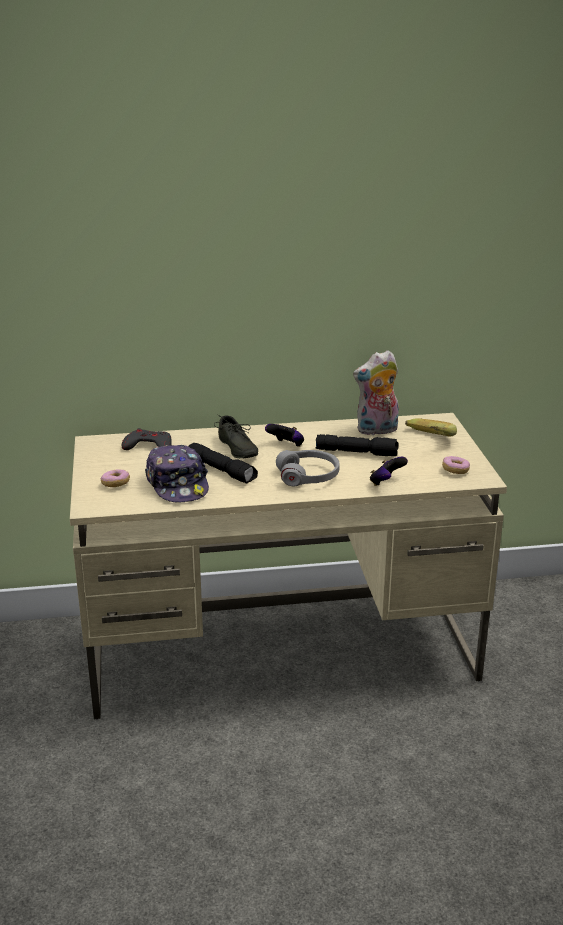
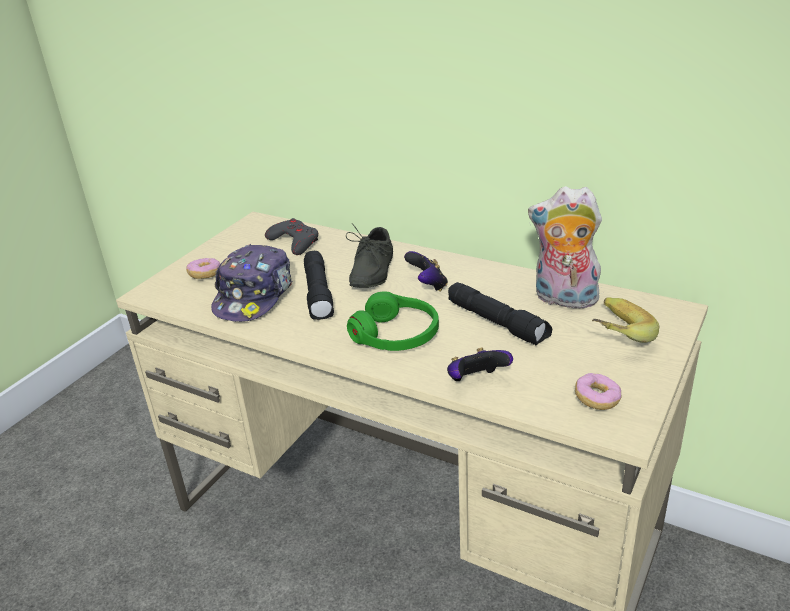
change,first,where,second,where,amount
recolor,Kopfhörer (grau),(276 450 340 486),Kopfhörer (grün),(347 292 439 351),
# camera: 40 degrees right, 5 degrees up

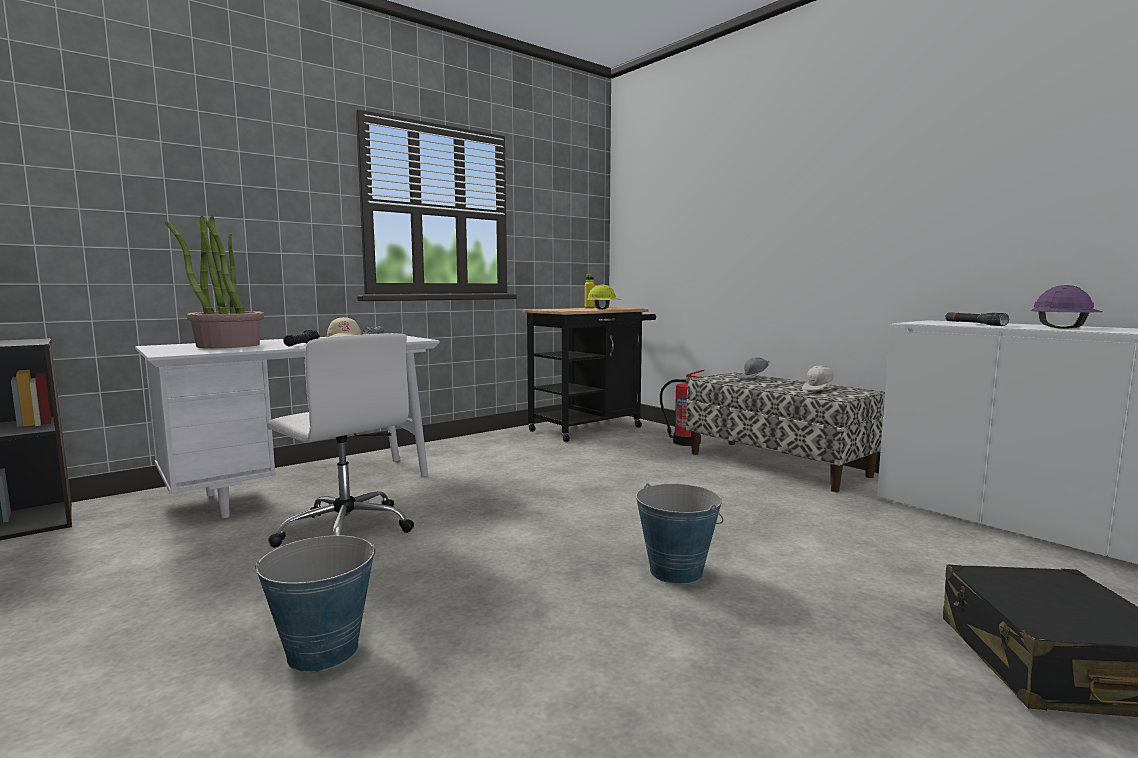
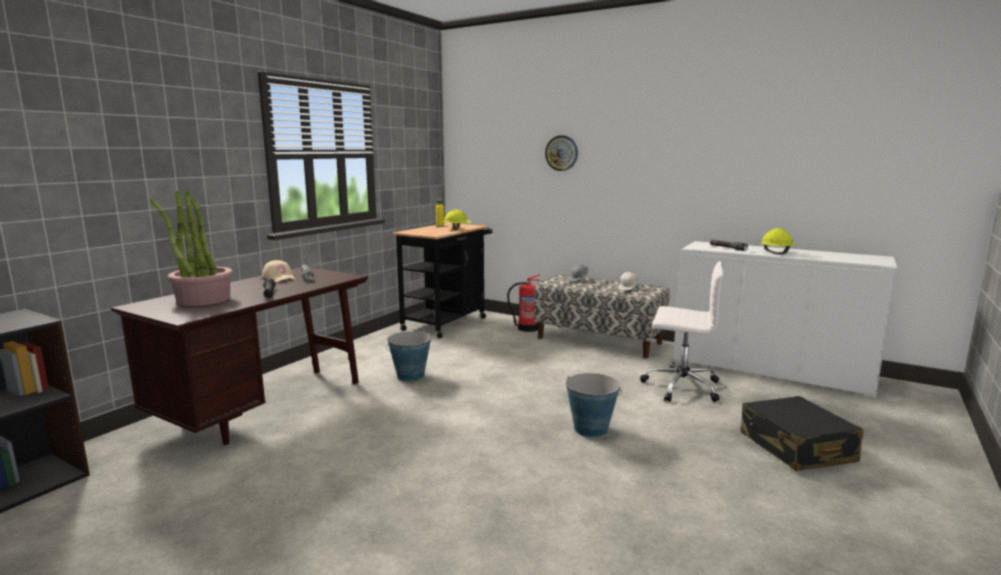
change,first,where,second,where,amount
recolor,Schreibtisch (weiß),(135 336 440 518),Schreibtisch (braun),(111 267 368 445),
move,Eimer,(255 535 375 672),,(386 331 431 382),
move,Bürostuhl (weiß),(267 333 414 548),,(640 261 723 402),
recolor,Schutzhelm (lila),(1031 285 1102 329),Schutzhelm (gelb),(761 228 796 254),
insert,,,Wanduhr,(545 135 578 171),
# camera: 20 degrees left, 5 degrees up

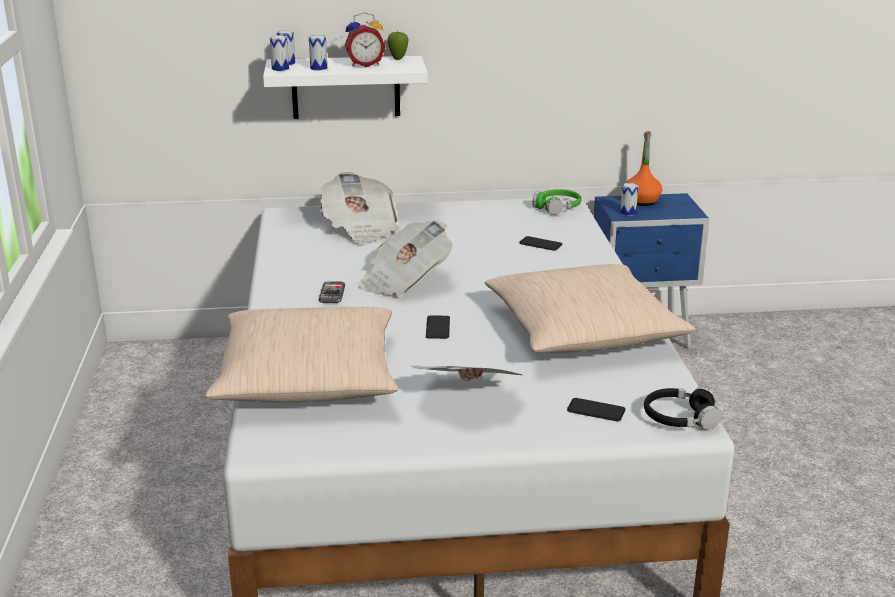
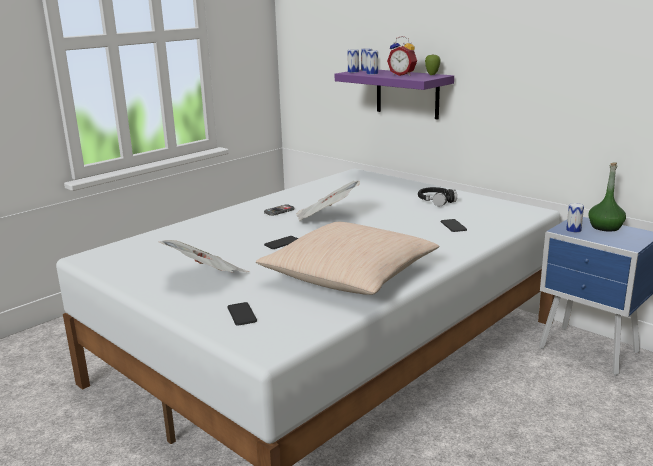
change,first,where,second,where,amount
delete,Kissen (beige),(205 307 398 402),,,
recolor,Wandregal (weiß),(263 56 428 119),Wandregal (lila),(335 70 454 119),
delete,Zeitung,(321 172 399 245),,,
delete,Kopfhörer (grün),(533 189 582 215),,,
recolor,Flasche (orange),(626 131 662 206),Flasche (grün),(589 163 626 231),
move,Kopfhörer (schwarz),(644 387 722 430),,(418 187 457 206),
# camera: 50 degrees right, 5 degrees down

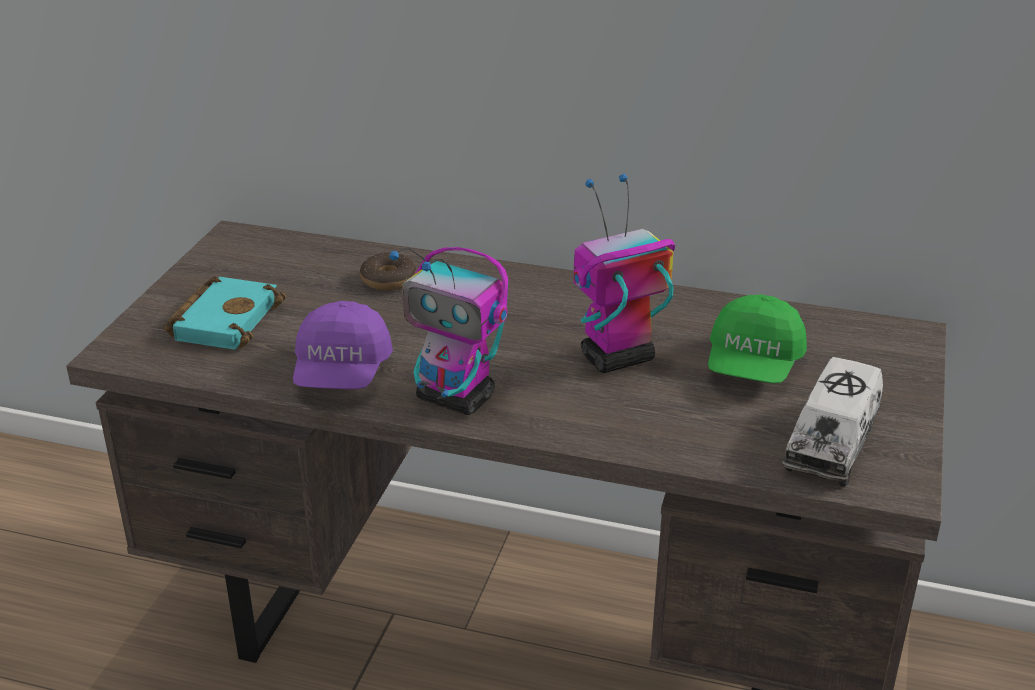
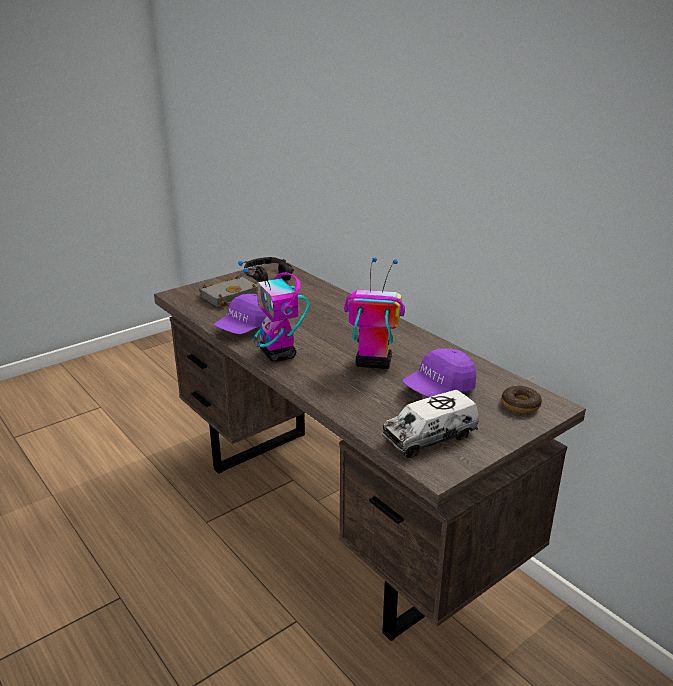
change,first,where,second,where,amount
recolor,Buch (türkis),(164 277 286 350),Buch (grau),(199 276 257 307),
move,Donut,(360 252 416 290),,(501 386 542 414),
recolor,Kappe (grün),(708 294 807 383),Kappe (lila),(402 348 476 397),
insert,,,Kopfhörer,(244 257 294 282),
# camera: 35 degrees right, 5 degrees down

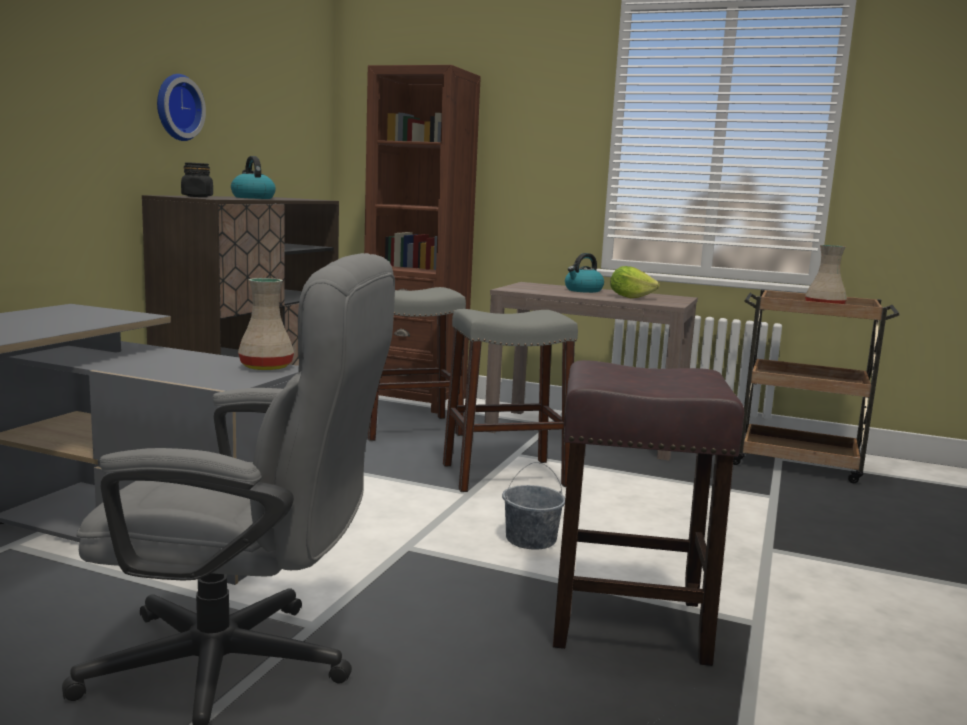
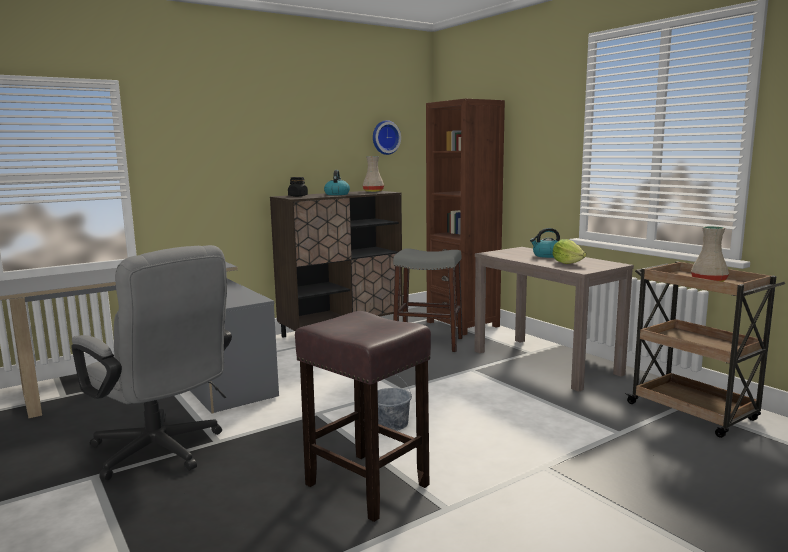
change,first,where,second,where,amount
move,Wanduhr,(157 74 206 141),,(373 120 401 155),
move,Vase (beige),(238 278 294 370),,(363 156 384 192),
delete,Hocker (grau),(443 309 578 492),,,
# camera: 35 degrees right, 0 degrees up

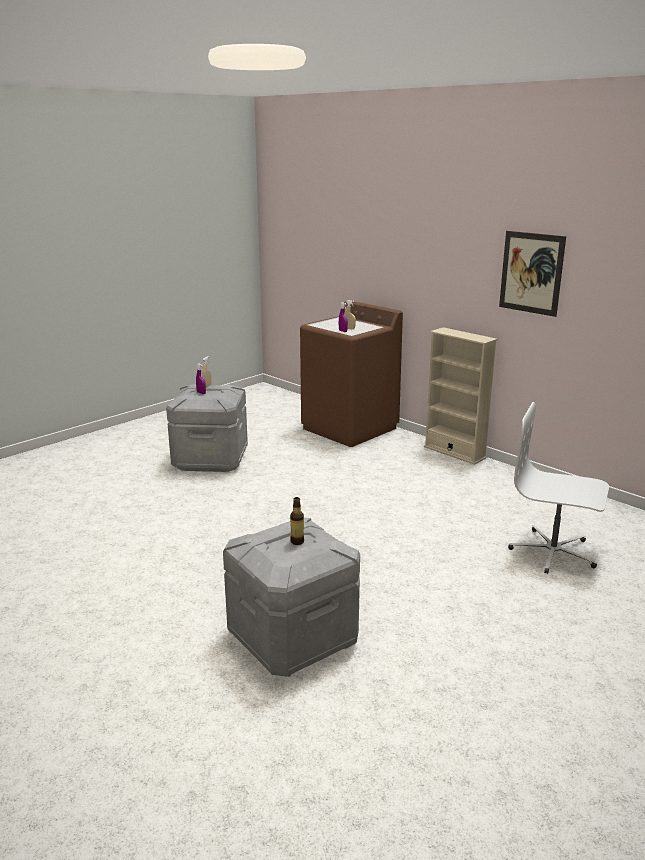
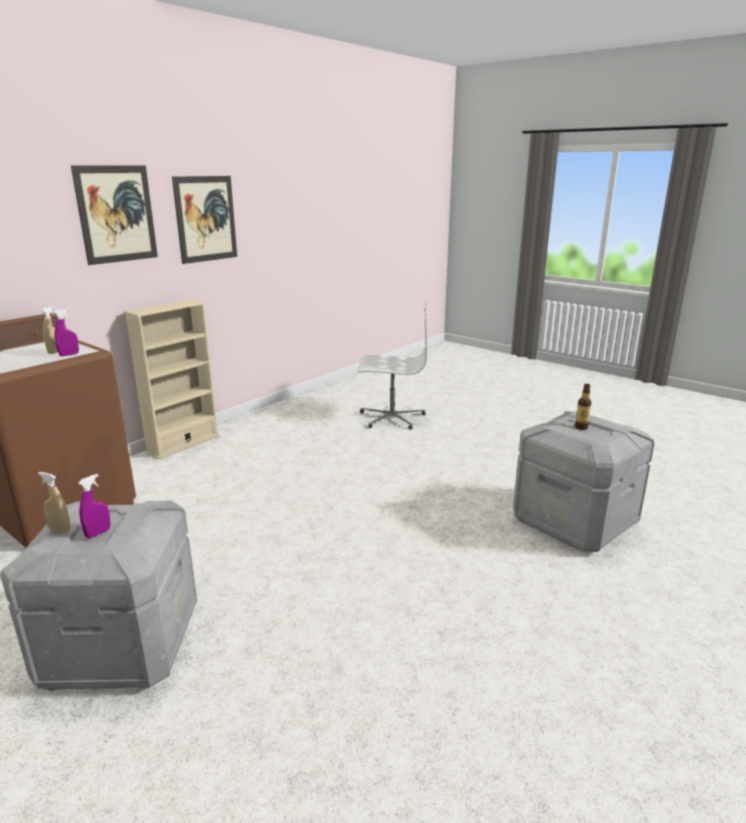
change,first,where,second,where,amount
rotate,Bürostuhl (weiß),(508 402 609 574),,(357 300 428 430),105 degrees counterclockwise
insert,,,Bild,(71 166 158 265),
# camera: 95 degrees left, 0 degrees up

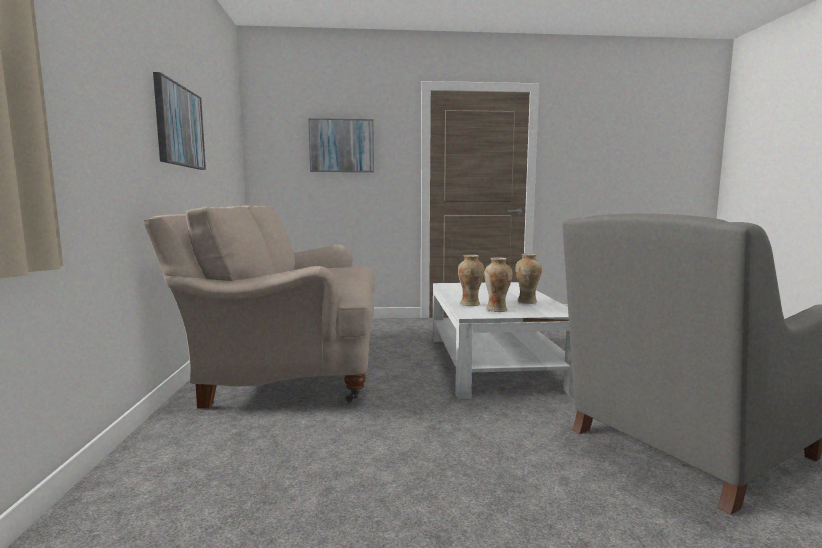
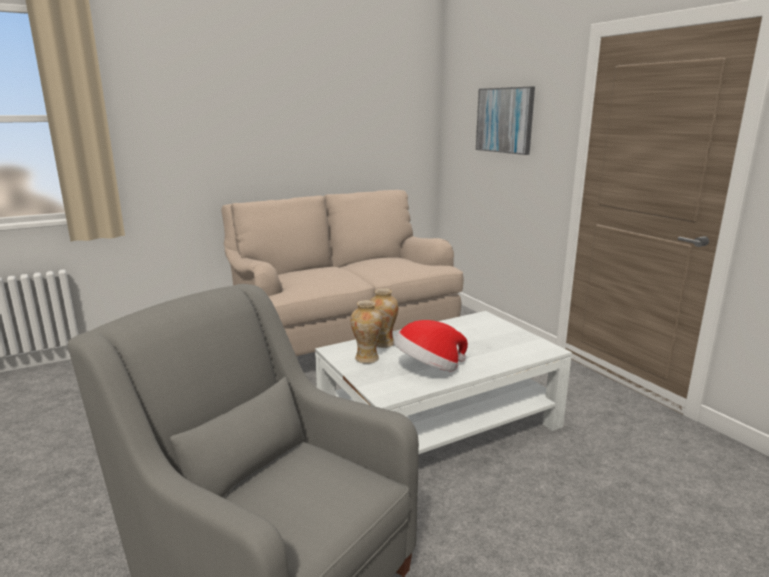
change,first,where,second,where,amount
delete,Bild,(153 72 206 170),,,
replace,Vase,(515 254 542 304),Hut,(393 320 468 372),
# camera: 65 degrees right, 10 degrees up

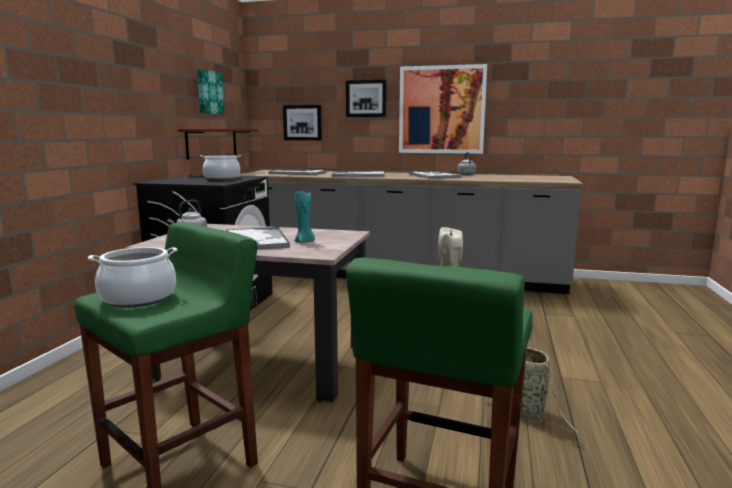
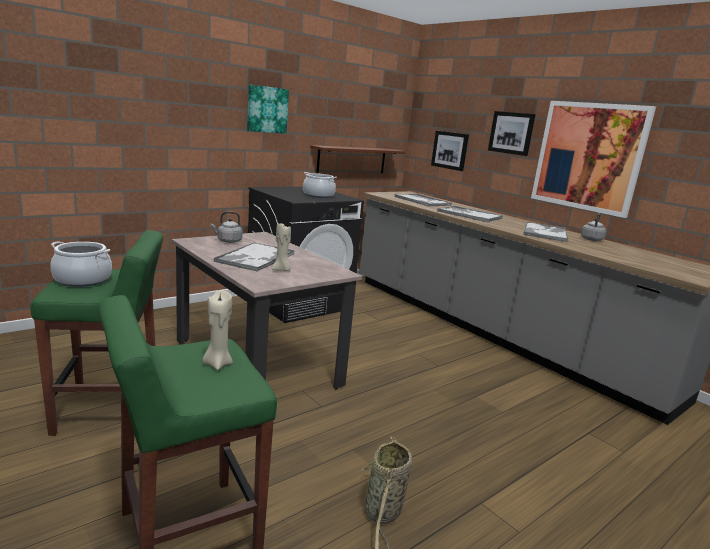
change,first,where,second,where,amount
move,Bild,(197 69 225 114),,(247 85 289 134),
recolor,Kerze (türkis),(295 191 315 243),Kerze (beige),(272 224 291 271),
# camera: 35 degrees right, 5 degrees up

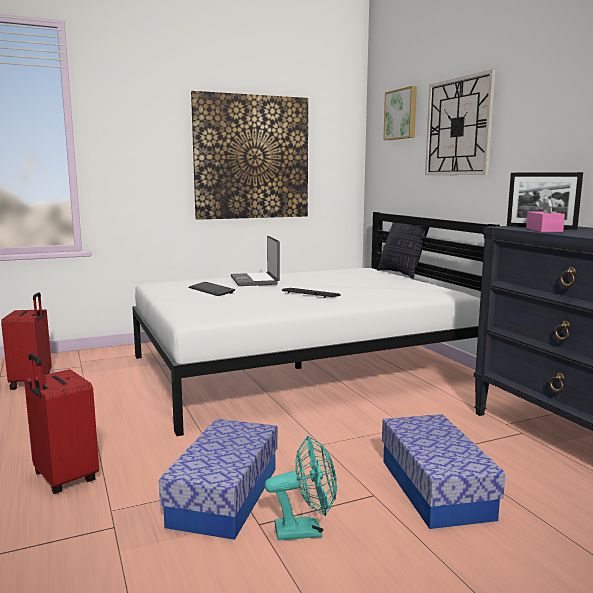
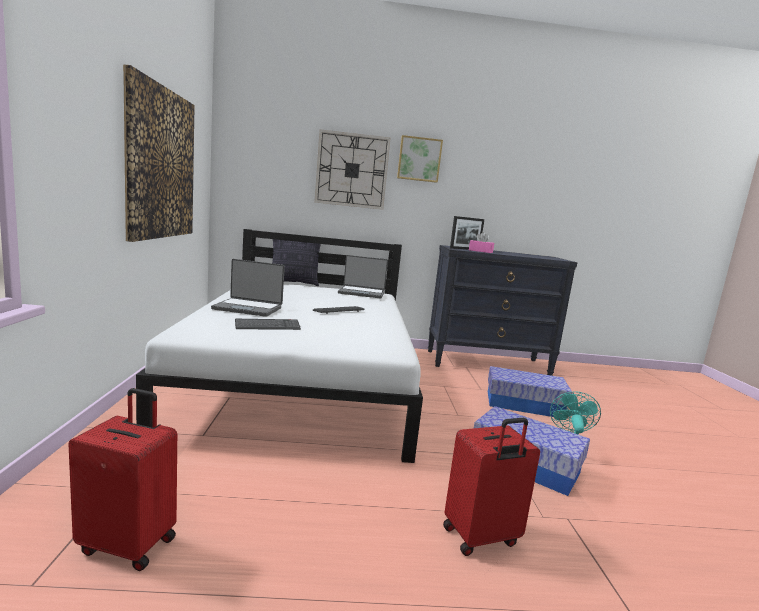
change,first,where,second,where,amount
move,Bild,(383 86 417 140),,(397 135 443 183),
insert,,,Laptop,(338 255 388 299),
# camera: 70 degrees left, 0 degrees up

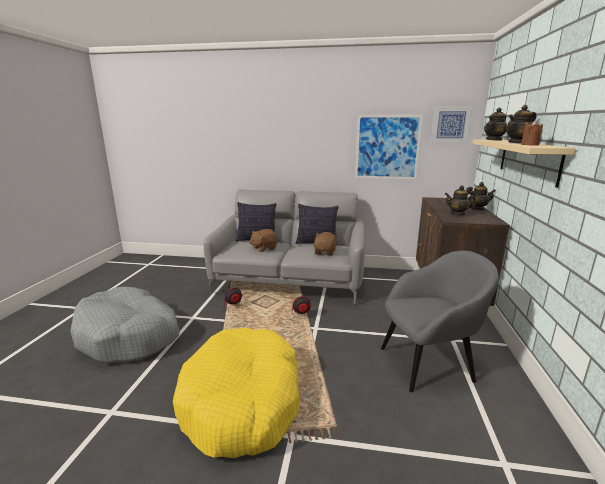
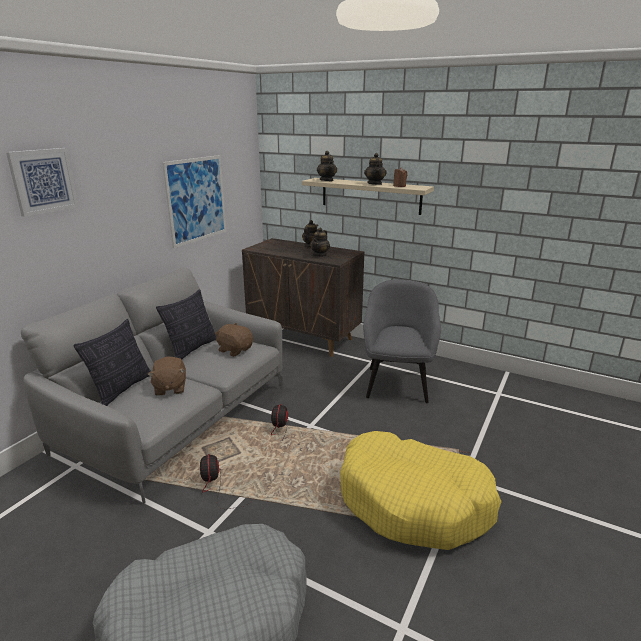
change,first,where,second,where,amount
move,Bild,(431 106 472 143),,(6 148 78 217),
# camera: 70 degrees left, 5 degrees up

